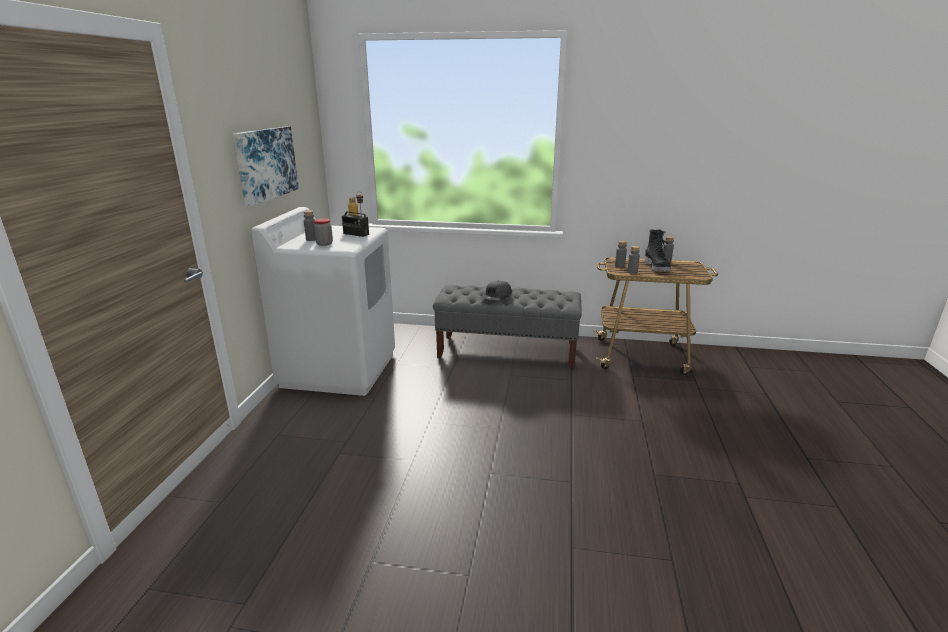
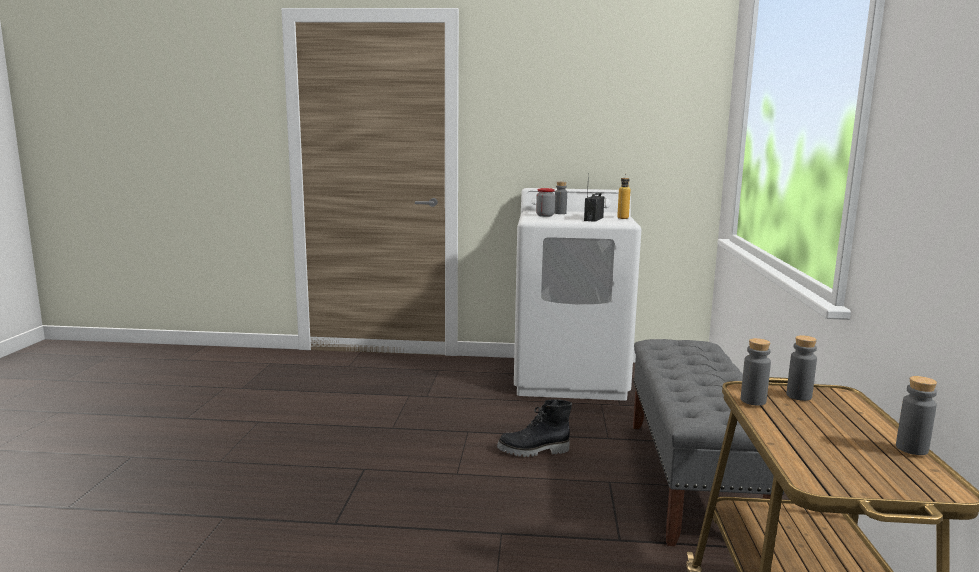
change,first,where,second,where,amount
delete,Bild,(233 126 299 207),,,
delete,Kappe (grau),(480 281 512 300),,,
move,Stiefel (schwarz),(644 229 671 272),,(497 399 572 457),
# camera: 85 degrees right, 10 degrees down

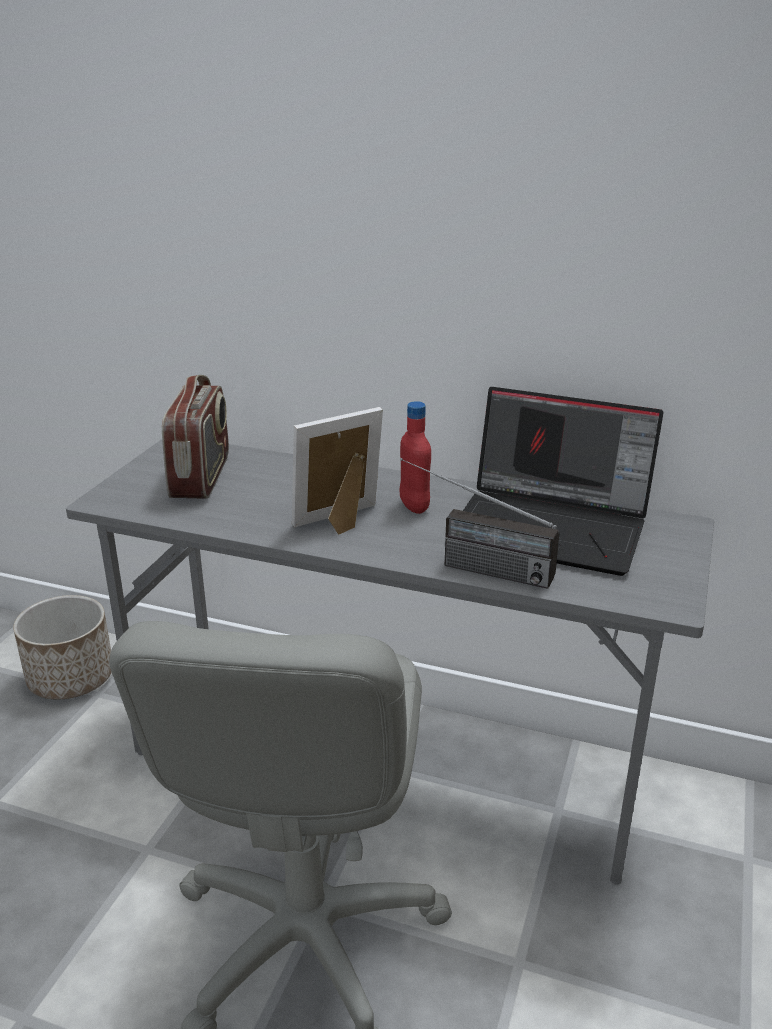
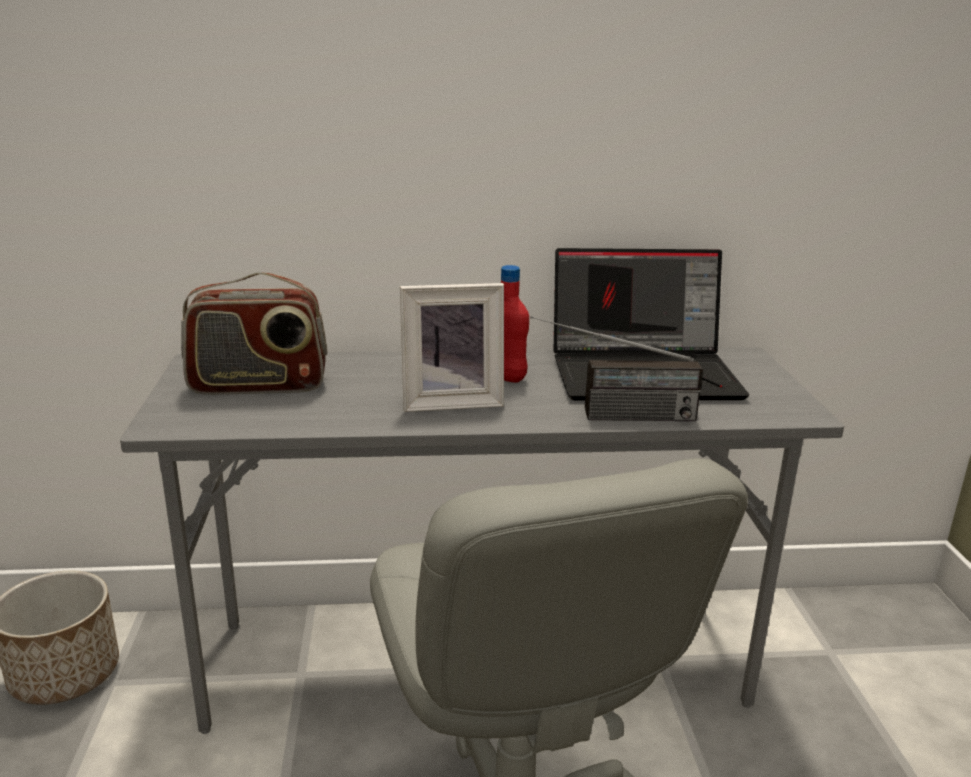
change,first,where,second,where,amount
rotate,Radio,(162 375 229 499),,(181 273 327 395),105 degrees clockwise
rotate,Bilderrahmen,(292 407 383 535),,(400 283 504 412),135 degrees counterclockwise
# camera: 25 degrees left, 5 degrees down

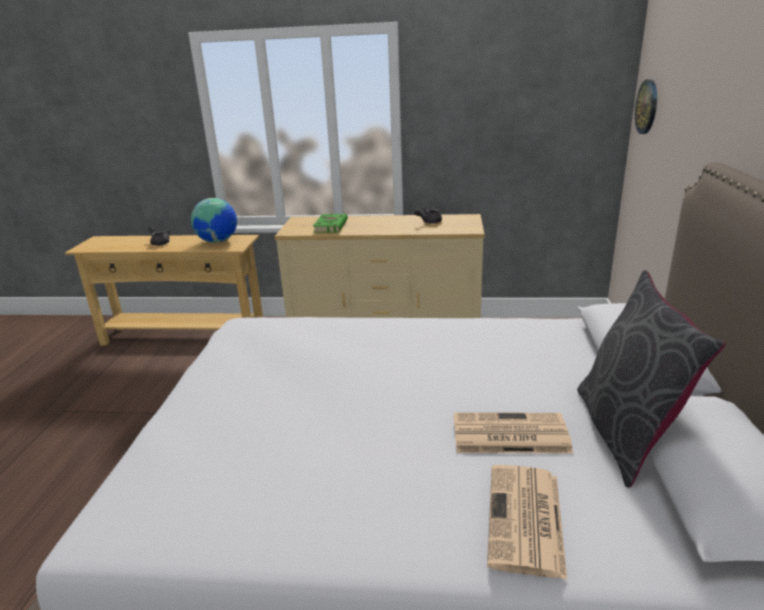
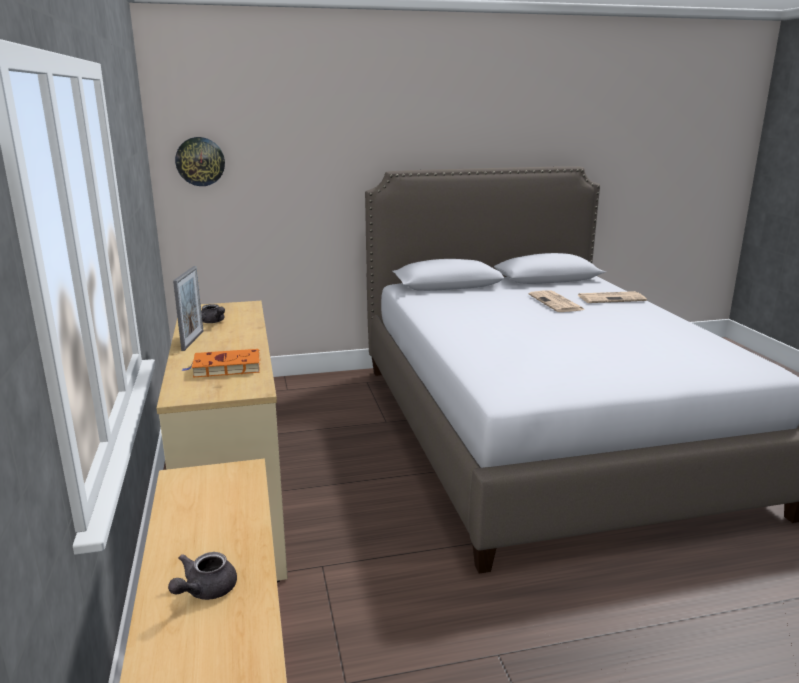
change,first,where,second,where,amount
delete,Globus,(191 198 237 243),,,
recolor,Buch (grün),(313 214 348 233),Buch (orange),(182 349 260 377),
delete,Kissen (grau),(577 270 725 488),,,
insert,,,Bilderrahmen,(173 266 203 351),
# camera: 110 degrees left, 5 degrees down

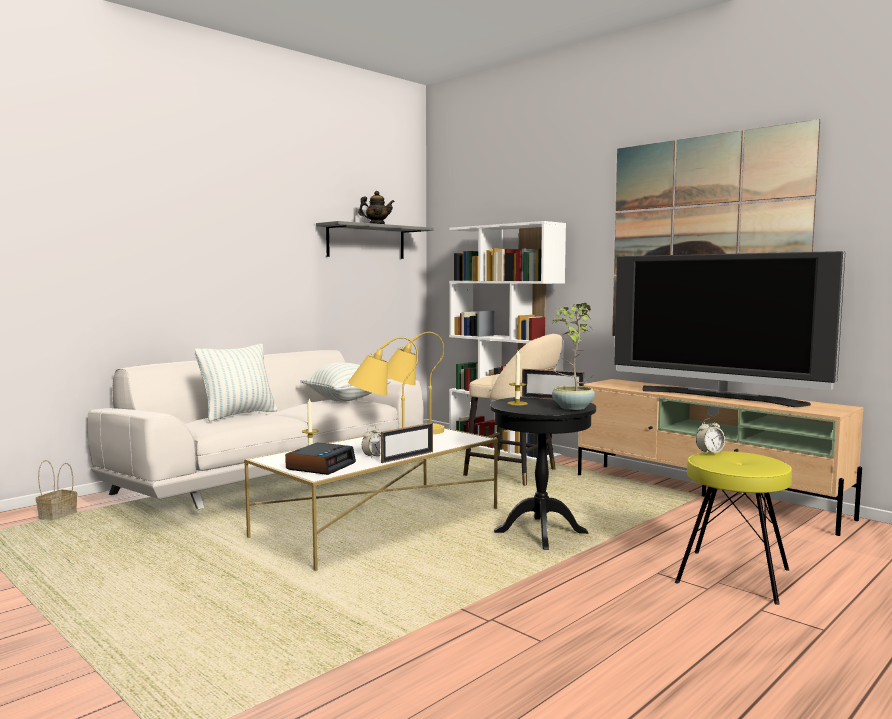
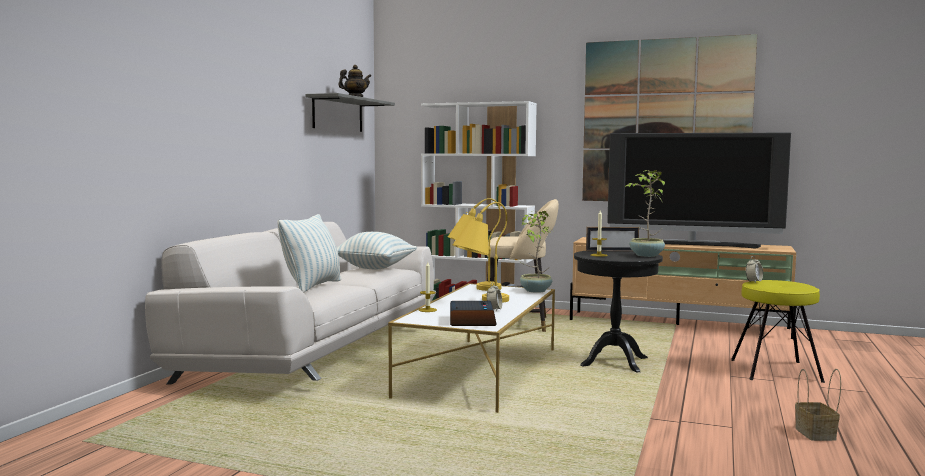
change,first,where,second,where,amount
move,Korb,(36 460 77 520),,(795 369 841 441),
delete,Bilderrahmen,(381 423 433 463),,,
insert,,,Topfpflanze,(519 211 552 293),
# camera: 25 degrees left, 0 degrees up

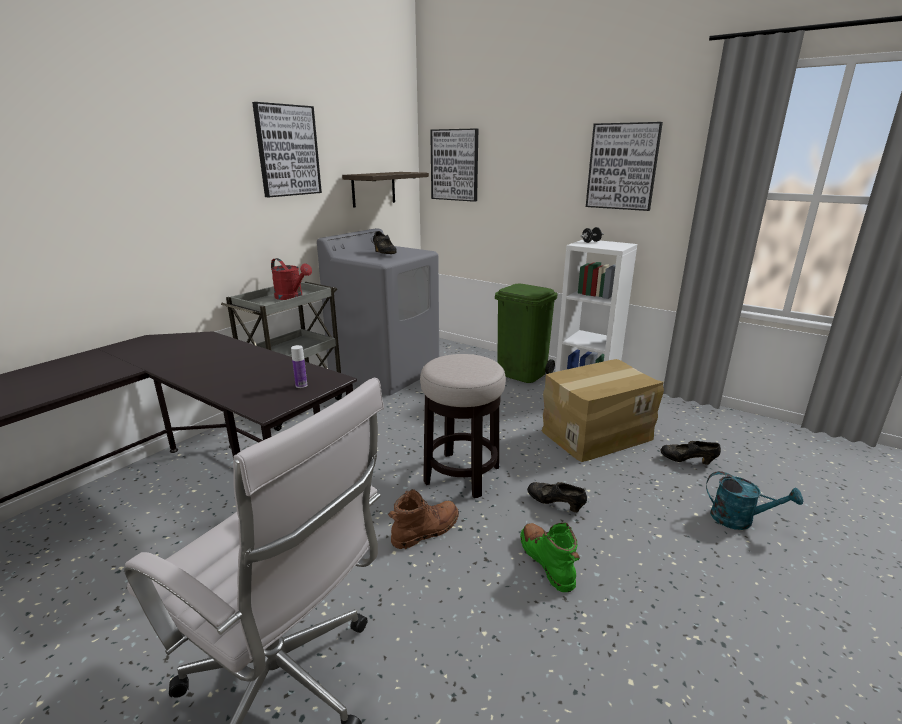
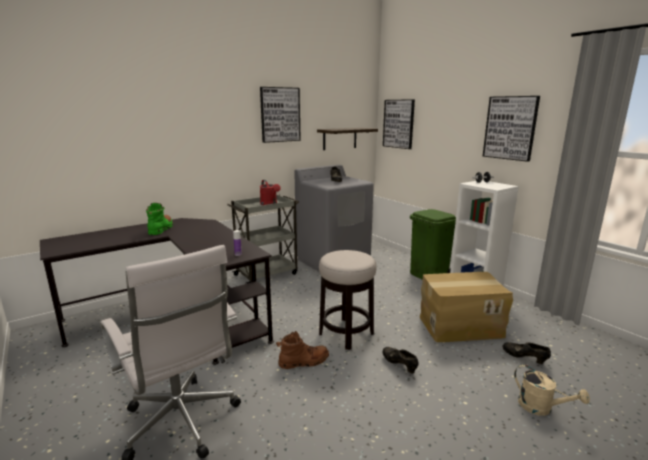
change,first,where,second,where,amount
move,Stiefel (grün),(520 523 580 592),,(146 203 173 235),
recolor,Gießkanne (türkis),(706 471 803 530),Gießkanne (beige),(514 364 590 416),
# camera: 20 degrees right, 5 degrees down

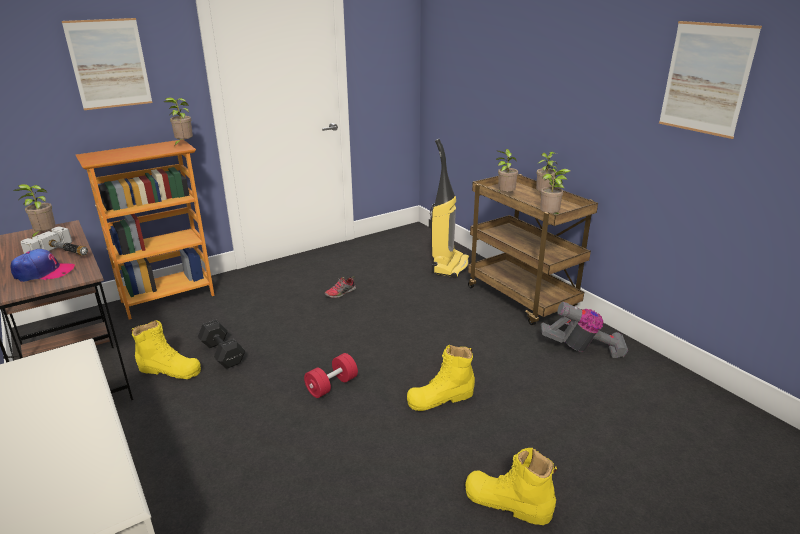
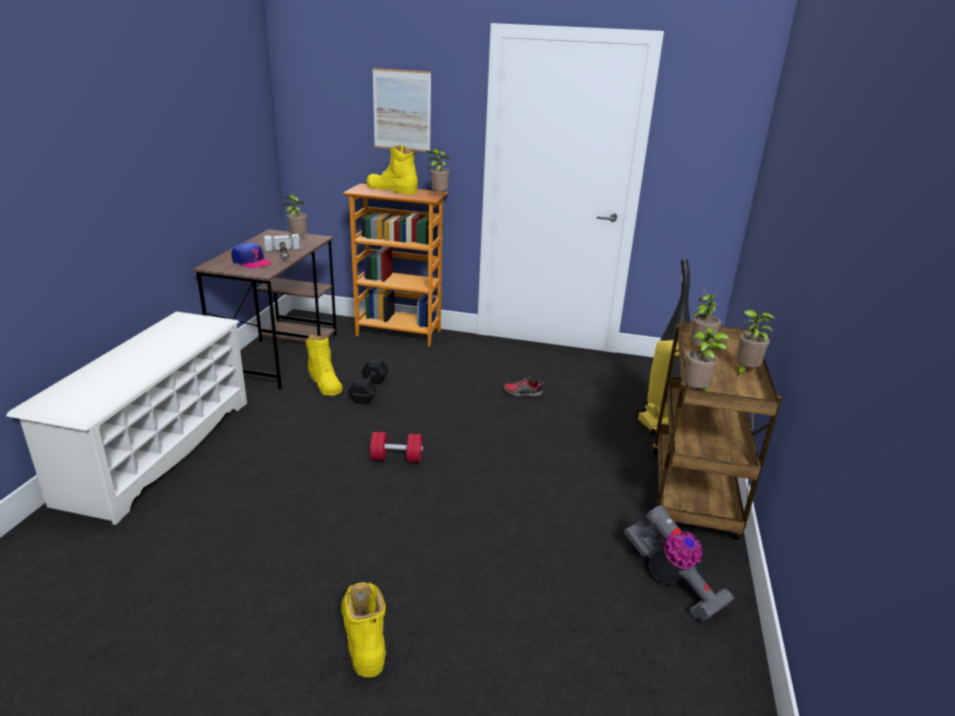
change,first,where,second,where,amount
move,Stiefel (gelb),(407 344 475 411),,(366 145 418 195),
delete,Bild,(659 21 762 139),,,
# camera: 45 degrees right, 0 degrees up

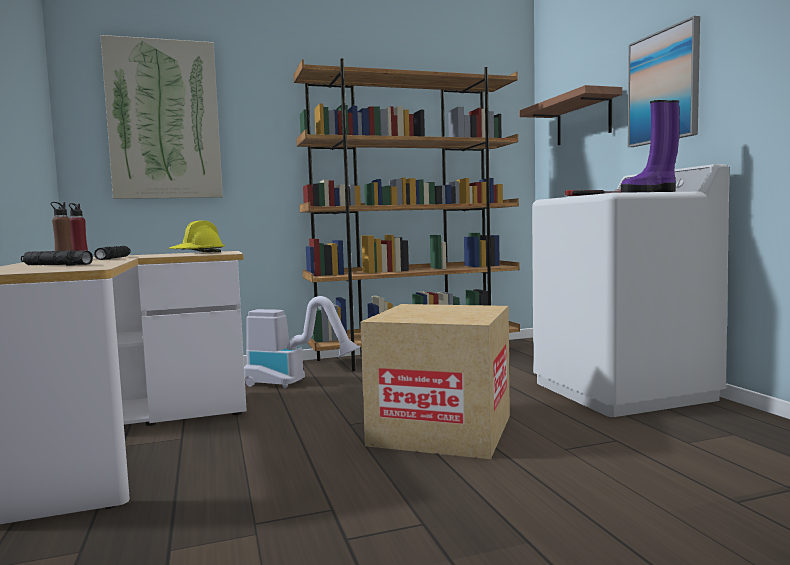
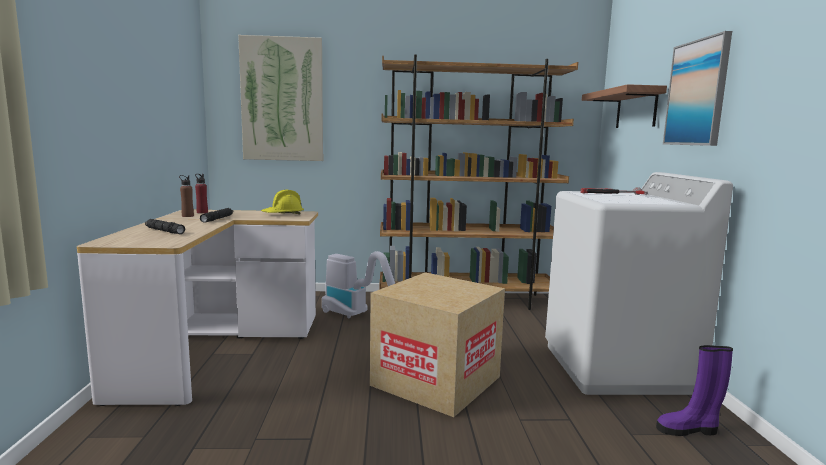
change,first,where,second,where,amount
move,Stiefel (lila),(621 100 680 193),,(656 345 733 436),
# camera: 15 degrees right, 5 degrees up

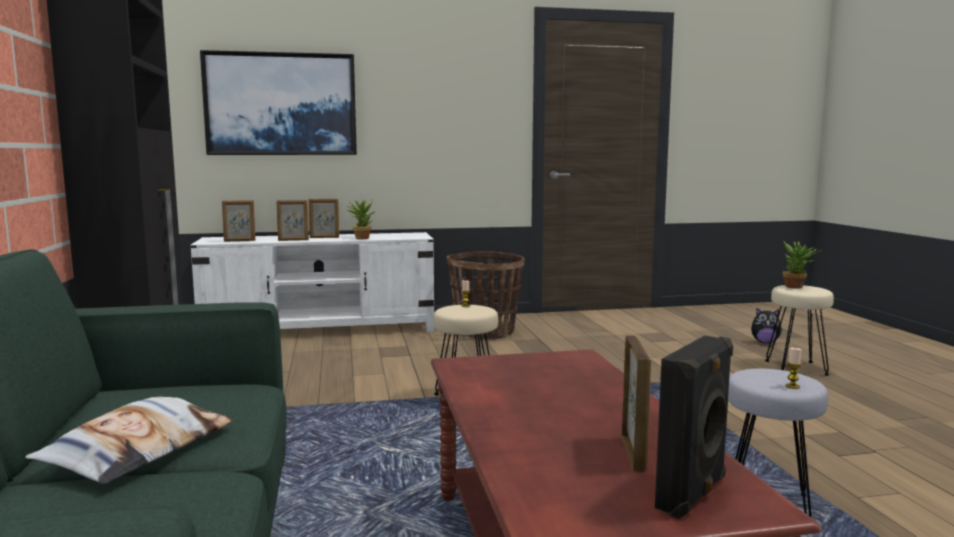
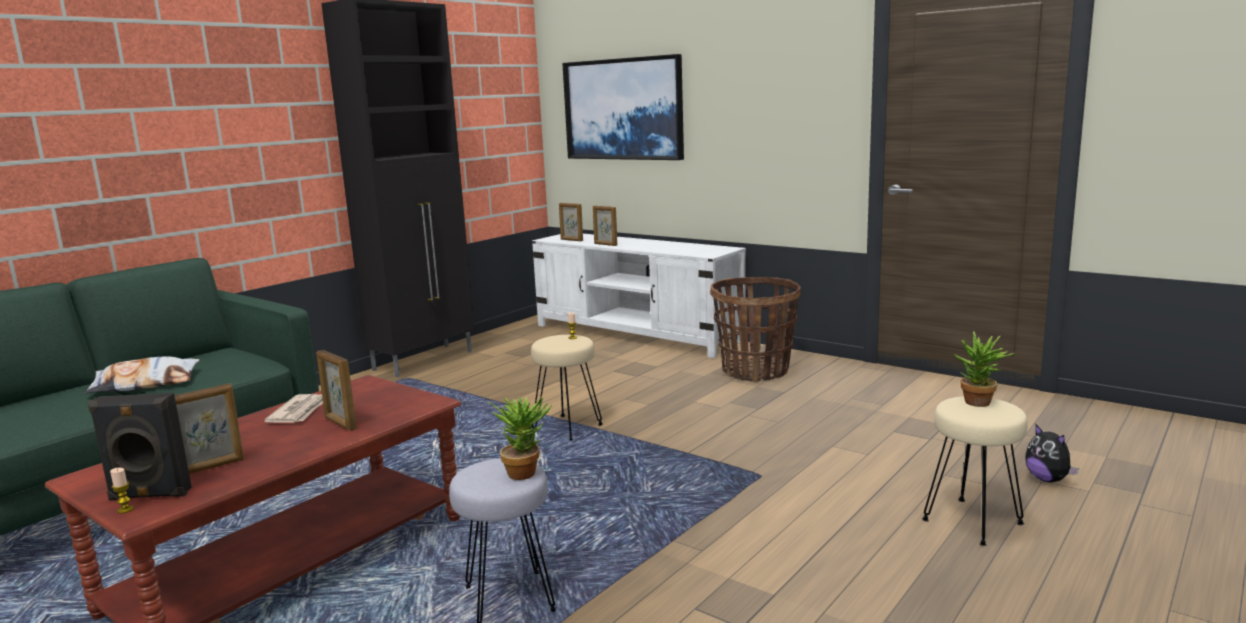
change,first,where,second,where,amount
move,Bilderrahmen,(309 199 339 238),,(316 350 357 431),
move,Topfpflanze,(347 199 374 239),,(487 397 552 480),
move,Kerze,(785 347 802 389),,(110 468 134 514),
insert,,,Zeitung,(264 394 323 423),
# camera: 50 degrees right, 5 degrees up

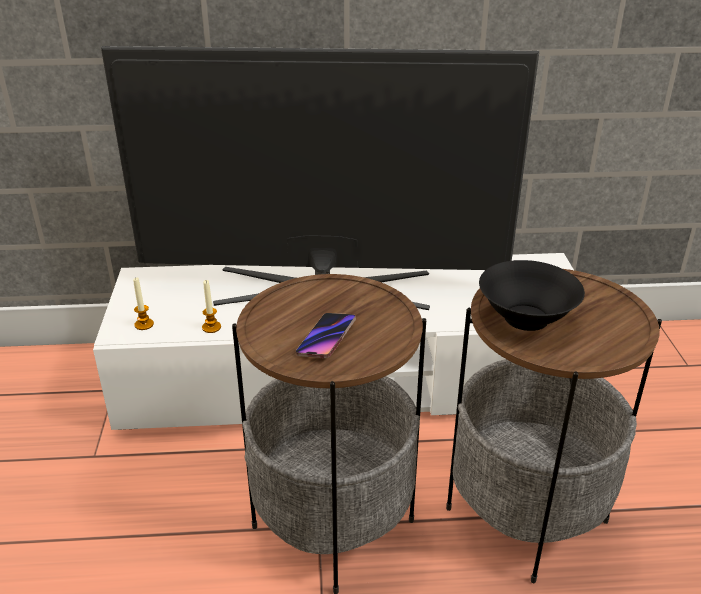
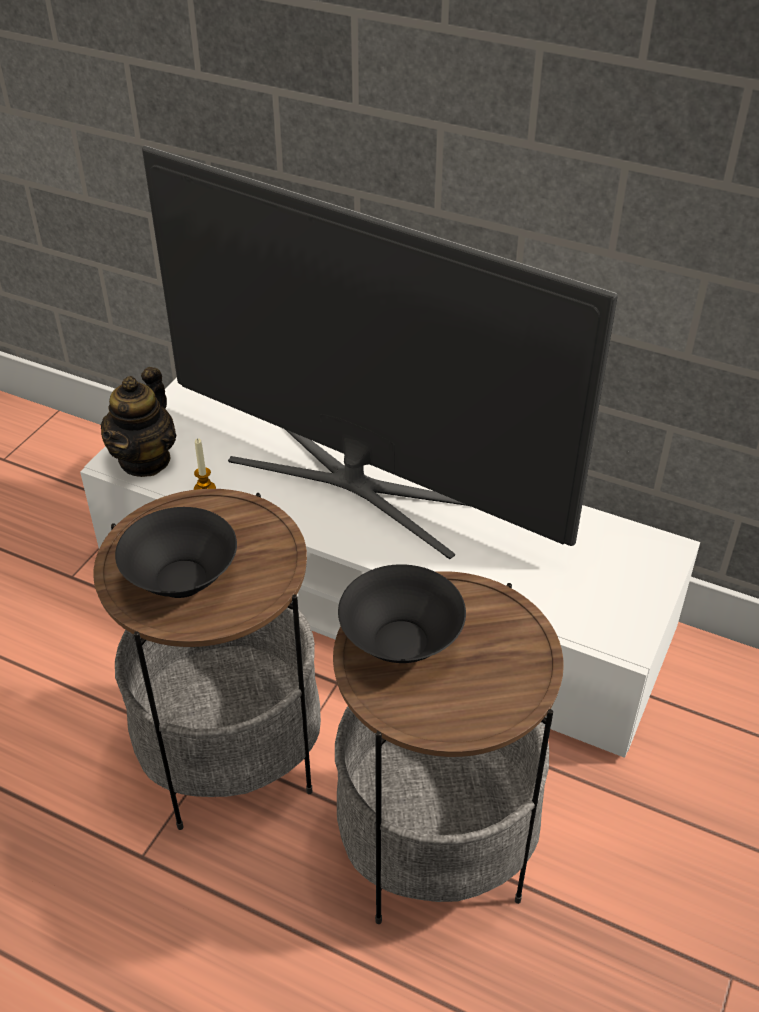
change,first,where,second,where,amount
replace,Kerze,(133 277 154 330),Teekanne,(100 367 177 477),
replace,Handy,(296 313 356 358),Schüssel (schwarz),(115 507 237 598),
# camera: 30 degrees right, 10 degrees up

